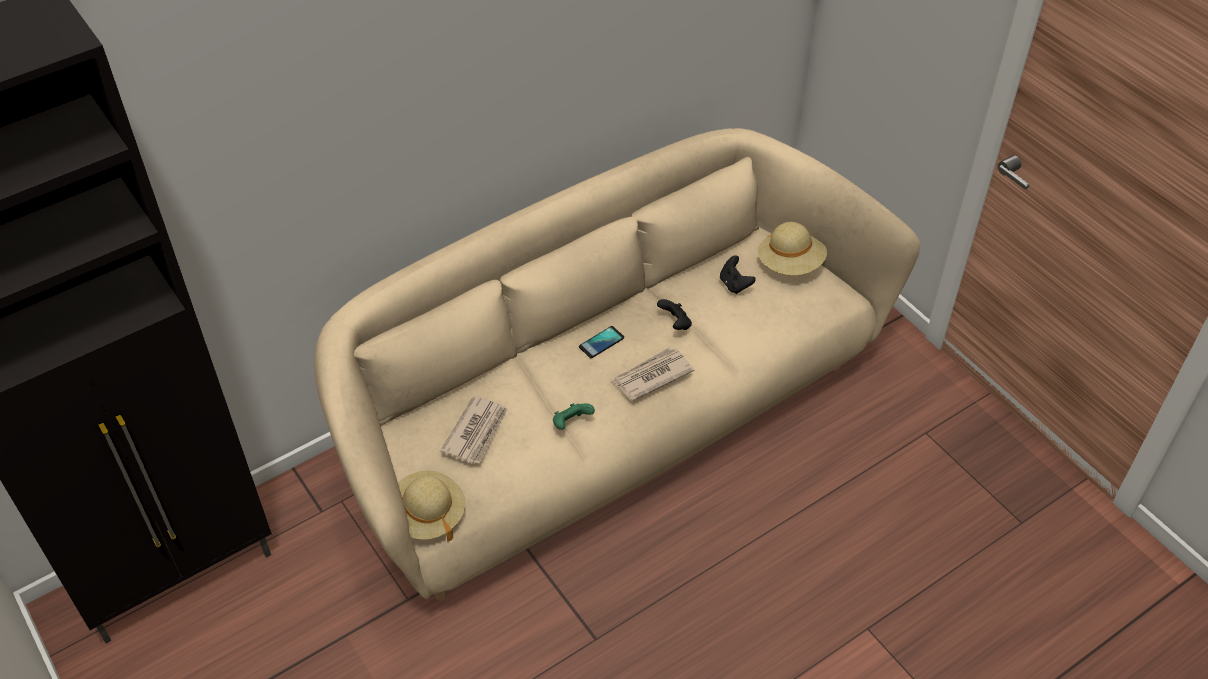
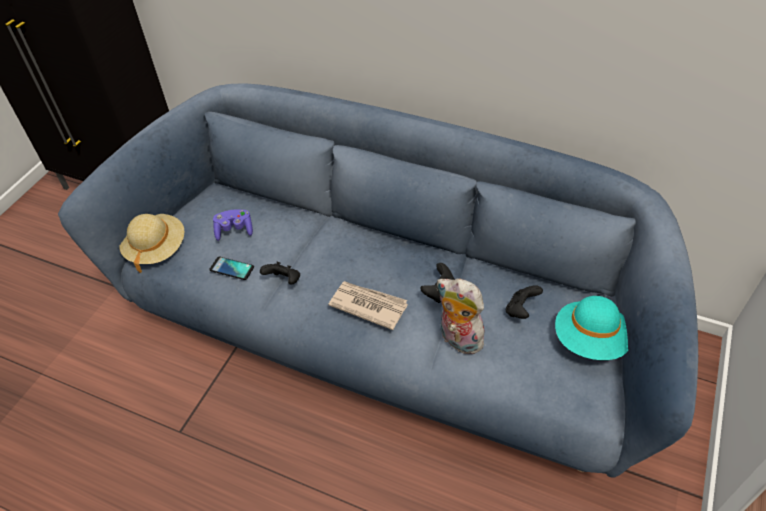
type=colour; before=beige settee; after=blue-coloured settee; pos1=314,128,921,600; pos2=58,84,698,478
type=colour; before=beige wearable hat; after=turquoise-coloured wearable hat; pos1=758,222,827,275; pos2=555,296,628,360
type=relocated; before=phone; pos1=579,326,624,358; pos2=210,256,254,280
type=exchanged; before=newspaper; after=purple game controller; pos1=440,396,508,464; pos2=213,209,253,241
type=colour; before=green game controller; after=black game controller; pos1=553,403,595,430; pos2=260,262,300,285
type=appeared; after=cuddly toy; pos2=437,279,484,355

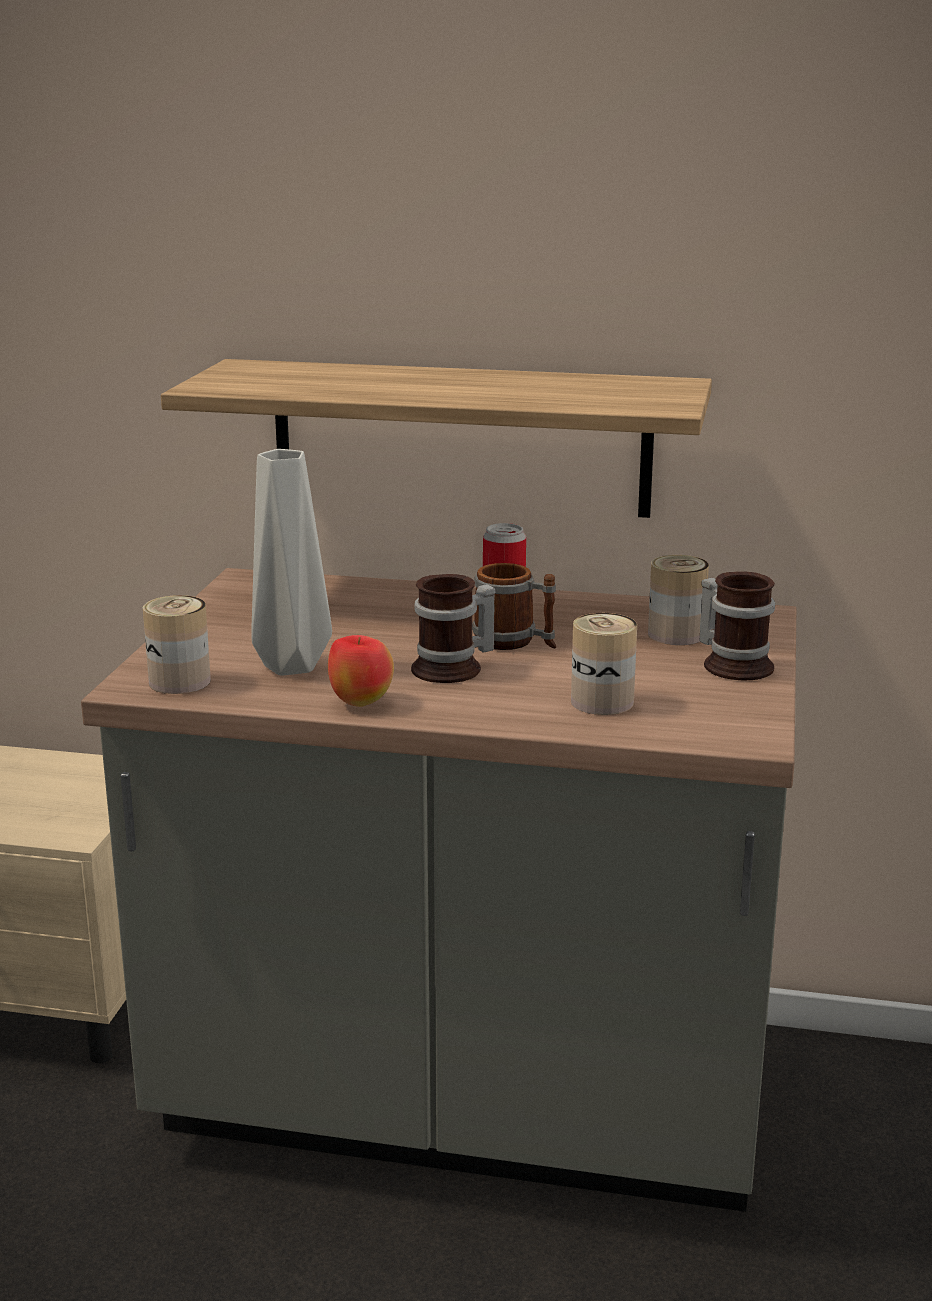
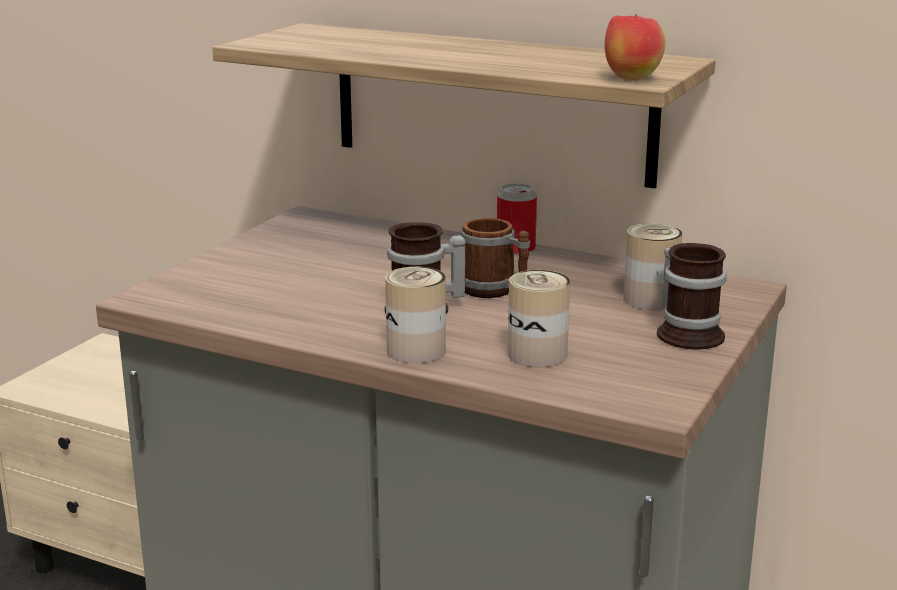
type=missing; before=gray decorative vase; pos1=251,449,332,675
type=relocated; before=metal can; pos1=143,595,211,694; pos2=385,267,446,363
type=relocated; before=apple fruit; pos1=328,635,394,707; pos2=604,14,665,81

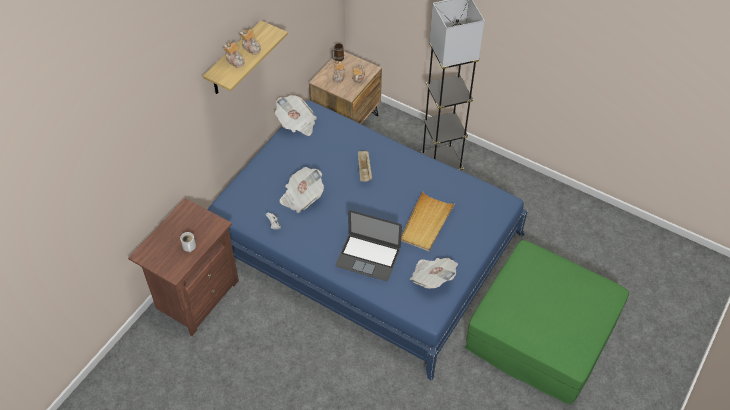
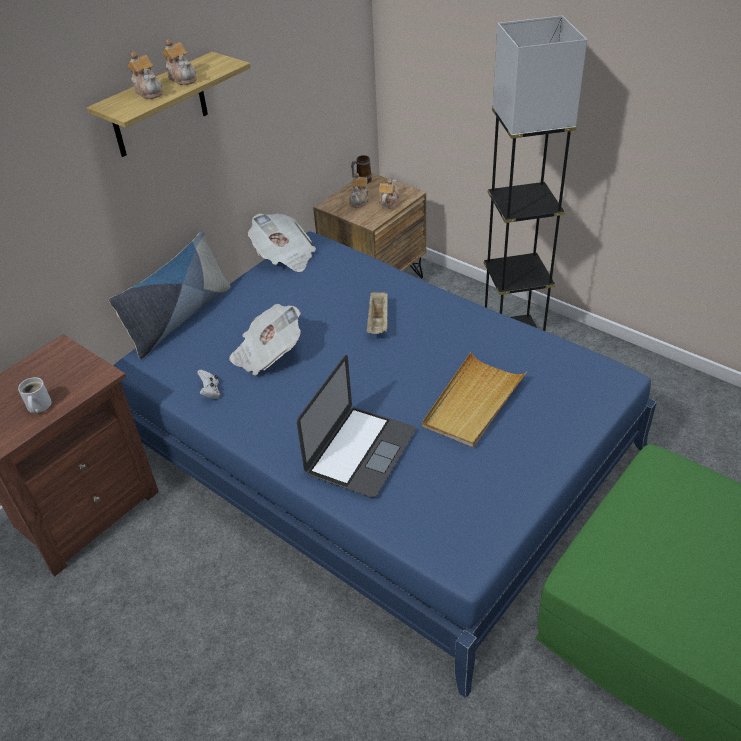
type=spun; before=notebook computer; pos1=336,210,402,281; pos2=297,355,416,498; turn=-90
type=missing; before=newspaper; pos1=410,258,458,289
type=appeared; after=cushion; pos2=109,232,230,359

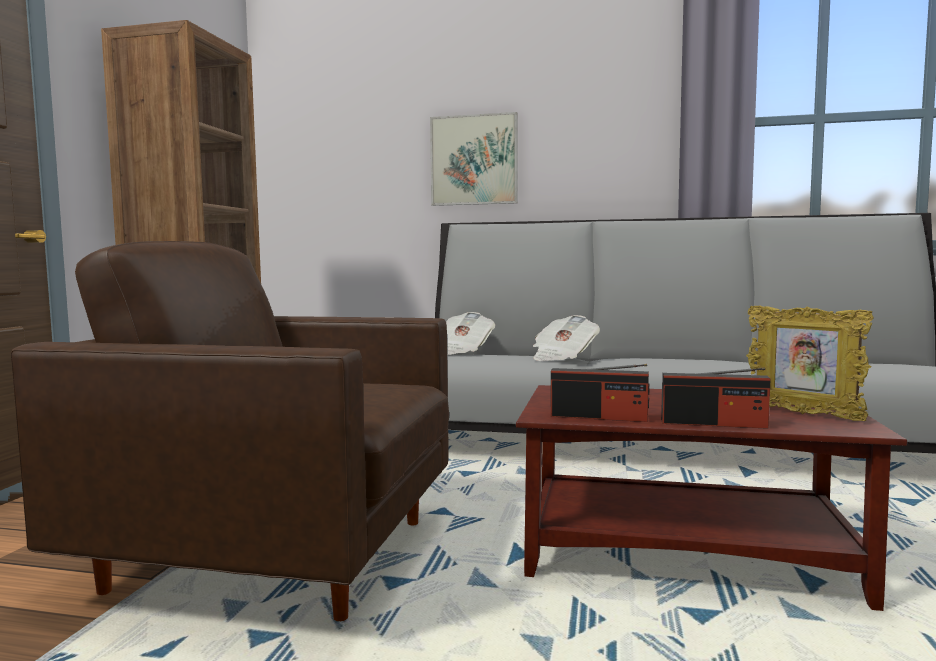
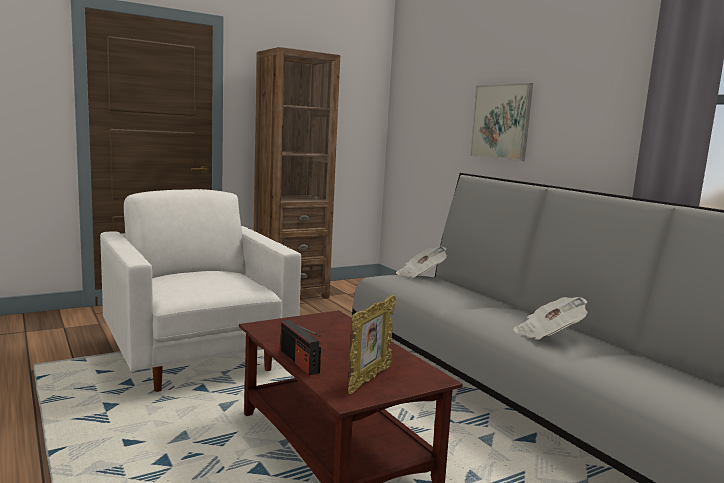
type=colour; before=brownish lounge chair; after=whitish lounge chair; pos1=11,241,449,621; pos2=100,189,301,392
type=spun; before=photo frame; pos1=746,306,874,421; pos2=348,295,396,394; turn=-150
type=relocated; before=newspaper; pos1=533,315,600,361; pos2=513,297,588,339
type=missing; before=radio receiver; pos1=551,364,649,422

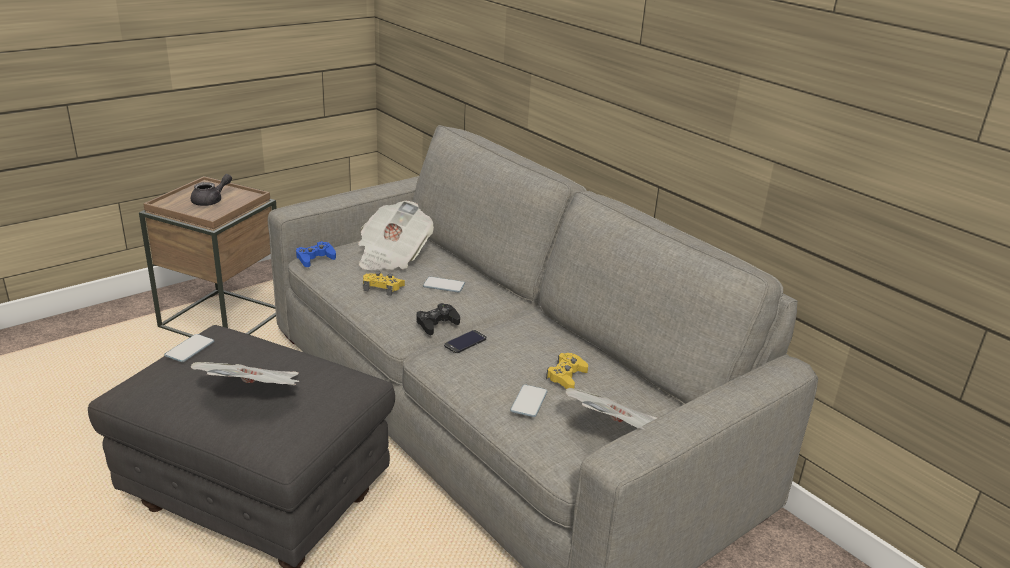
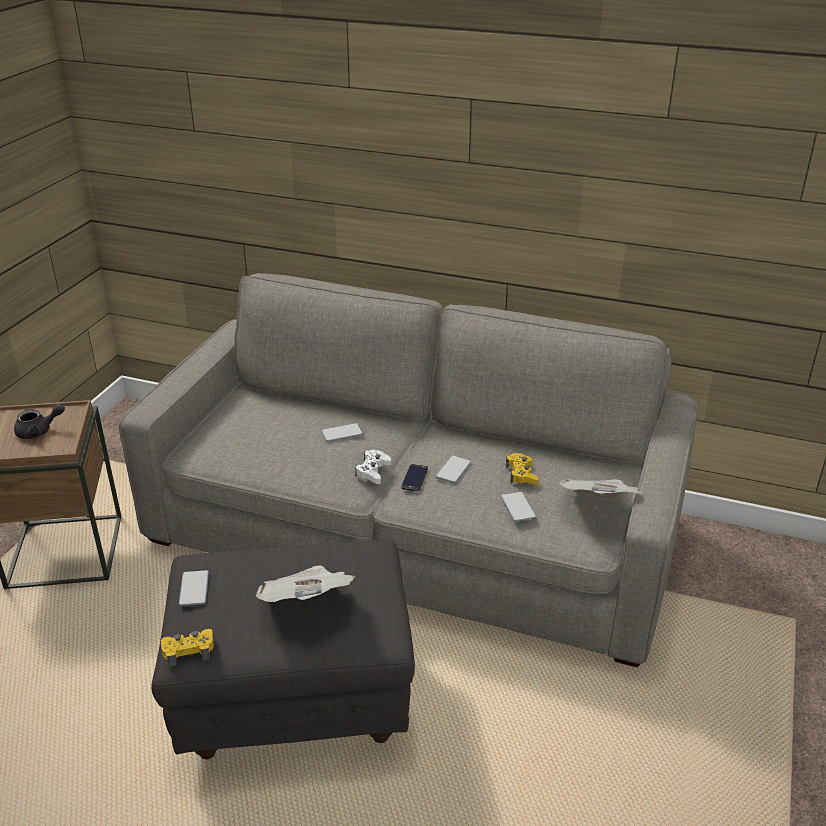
type=spun; before=gray tea pot; pos1=191,174,232,206; pos2=14,404,65,439; turn=60
type=missing; before=newspaper; pos1=358,201,434,270
type=missing; before=blue-coloured game controller; pos1=296,241,336,267
type=relocated; before=yellow game controller; pos1=363,271,405,296; pos2=161,629,214,667
type=colour; before=black game controller; after=whitish game controller; pos1=416,303,460,335; pos2=355,450,391,484
type=appeared; after=phone; pos2=436,455,471,483

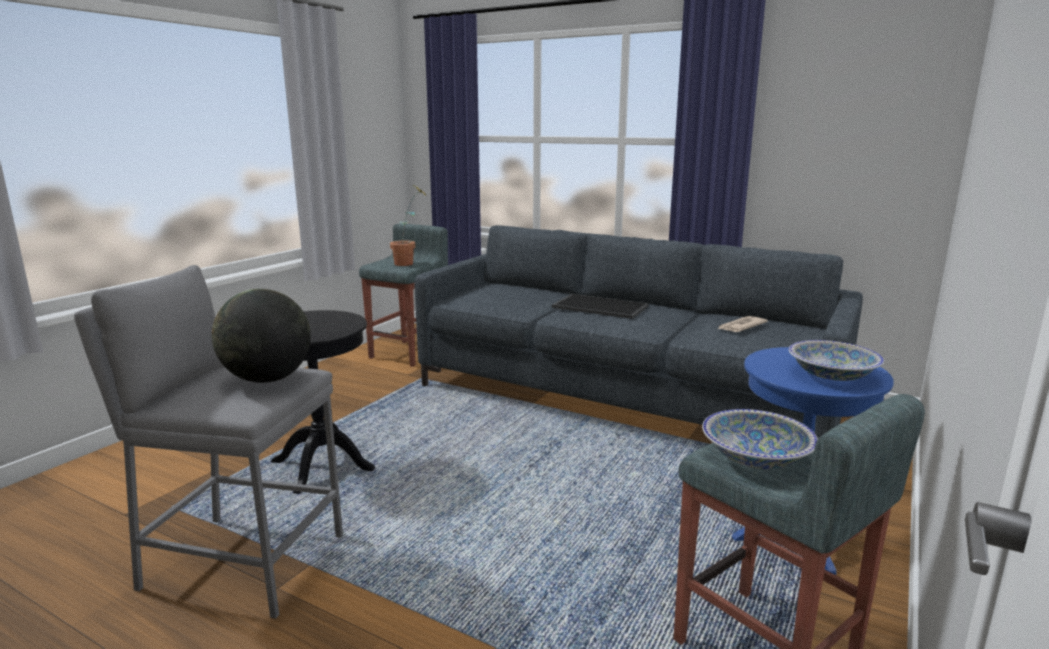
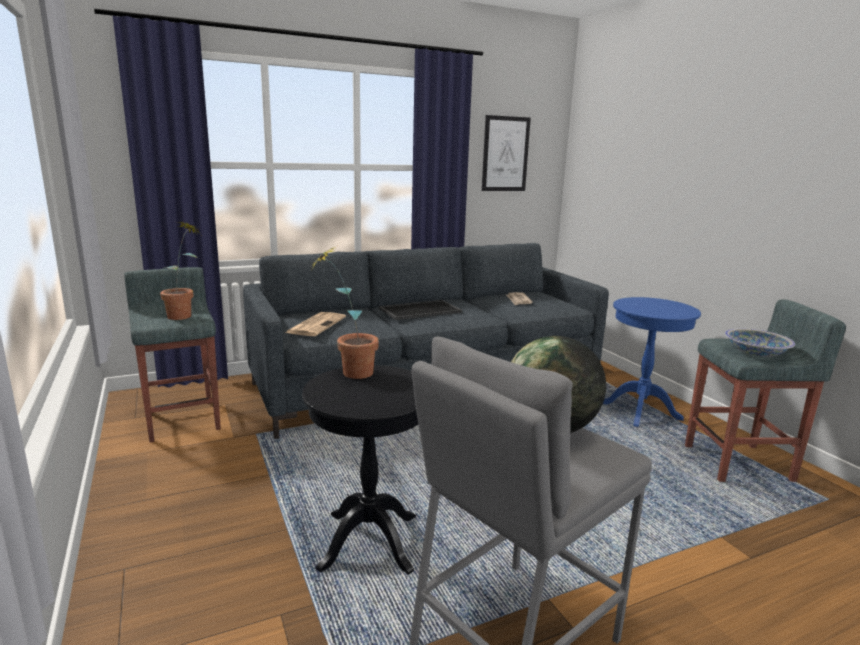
type=missing; before=deep dish; pos1=789,340,884,381
type=appeared; after=picture; pos2=482,115,531,191
type=appeared; after=potted plant; pos2=312,247,379,379
type=appeared; after=newspaper; pos2=285,312,346,336

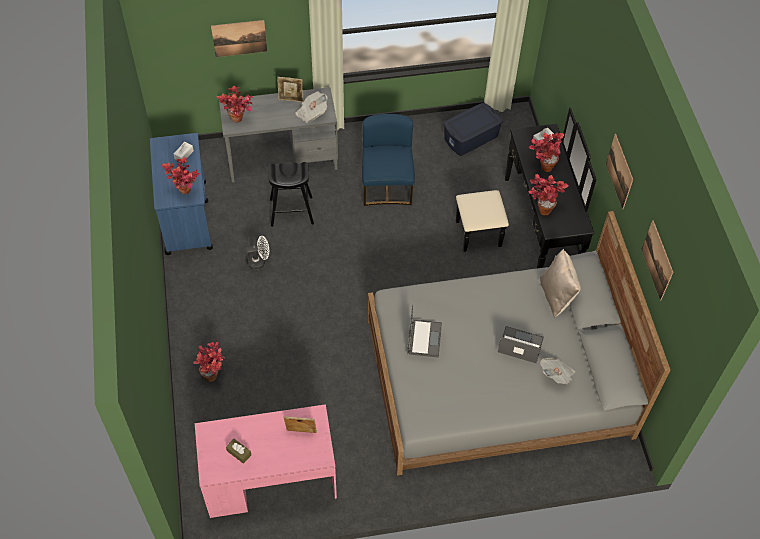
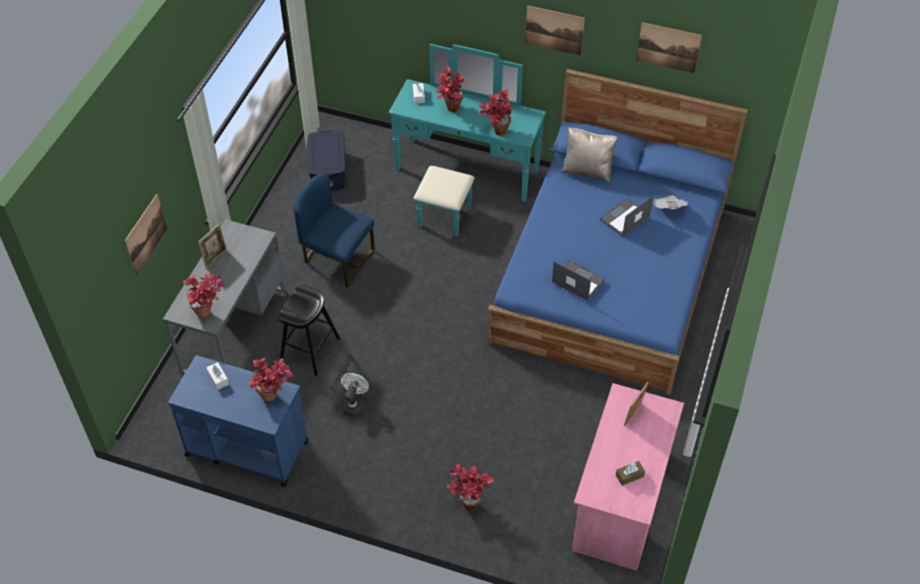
type=missing; before=newspaper; pos1=296,92,328,123
type=colour; before=black dresser; after=turquoise-coloured dresser; pos1=456,108,597,268; pos2=389,44,546,237
type=colour; before=gray bedroom bed; after=blue-coloured bedroom bed; pos1=368,211,670,476; pos2=487,69,748,395

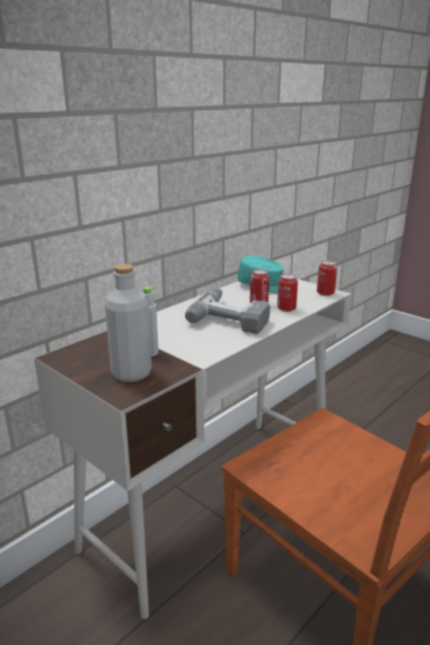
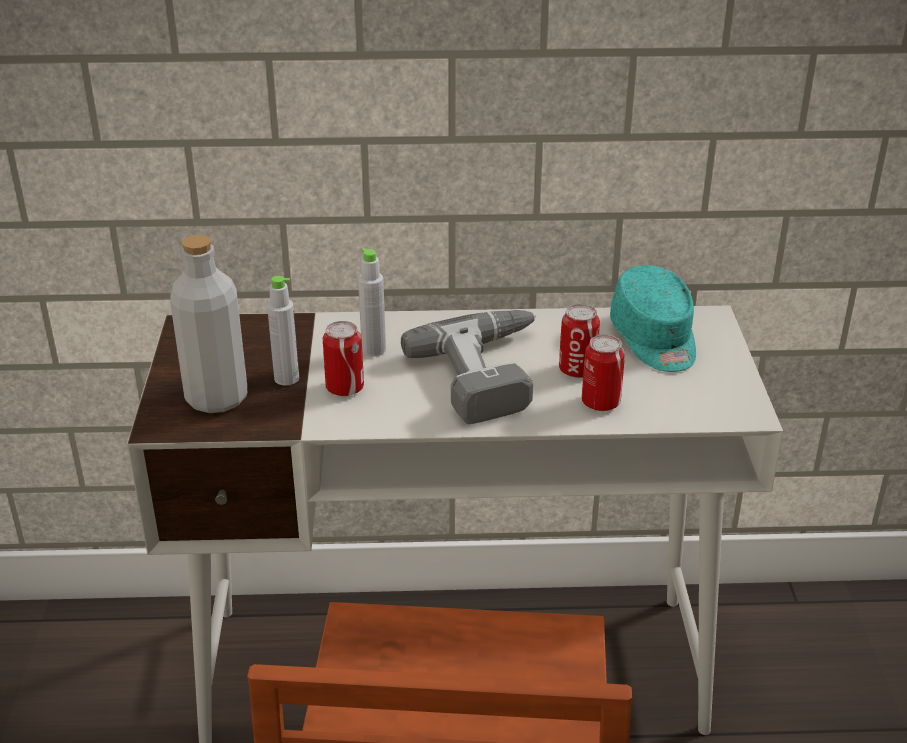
type=relocated; before=metal can; pos1=317,260,337,296; pos2=323,321,364,396
type=appeared; after=gray beverage bottle; pos2=358,248,386,357

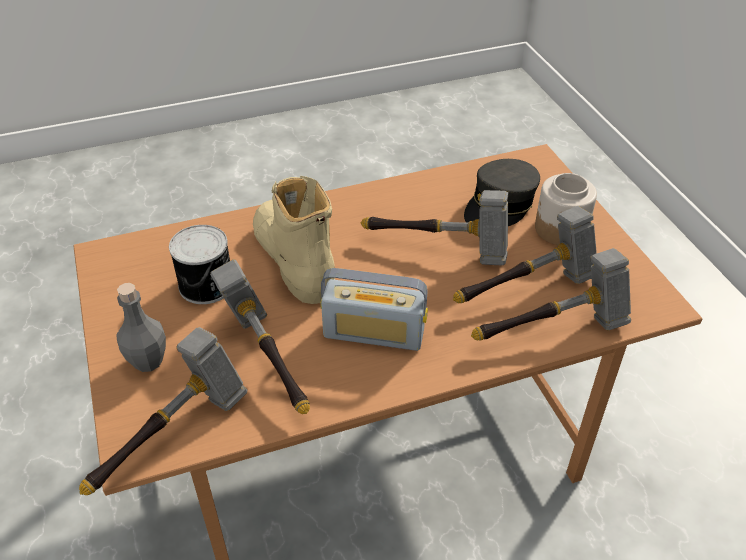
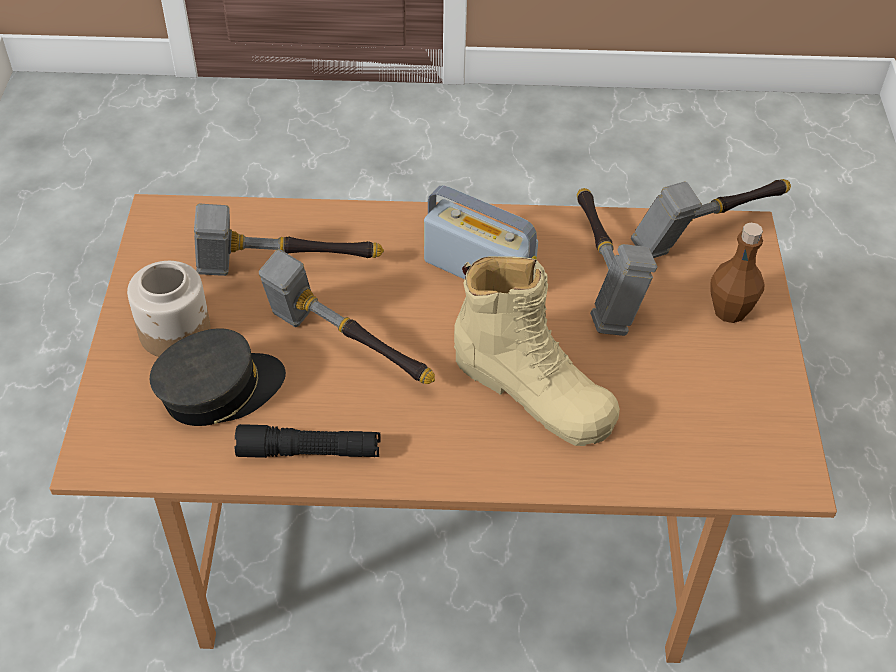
type=spun; before=beige high-top boot; pos1=253,176,335,304; pos2=454,256,620,446; turn=-45
type=missing; before=metal can; pos1=169,225,230,304
type=missing; before=tool hammer; pos1=471,248,631,341
type=colour; before=gray beverage bottle; after=brownish beverage bottle; pos1=116,283,166,372; pos2=711,223,765,323
type=appeared; after=black hand torch; pos2=234,424,381,458

